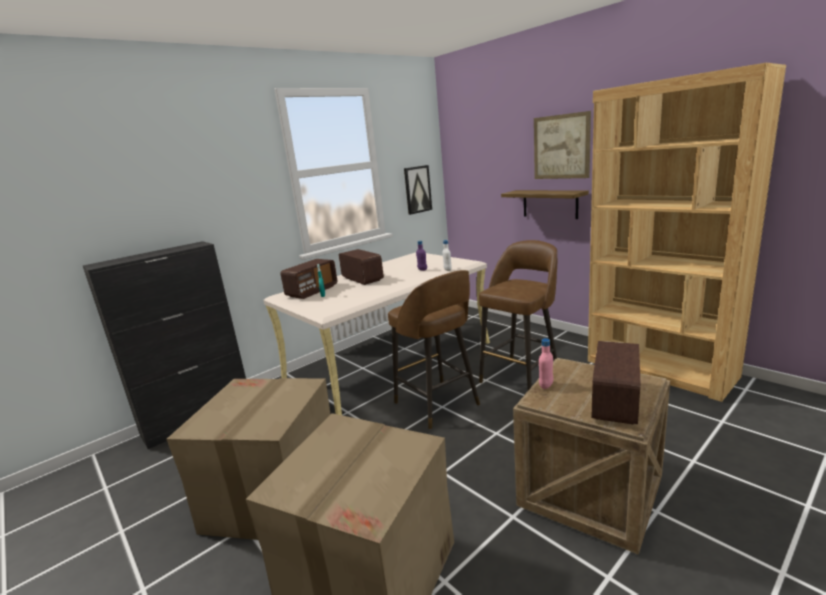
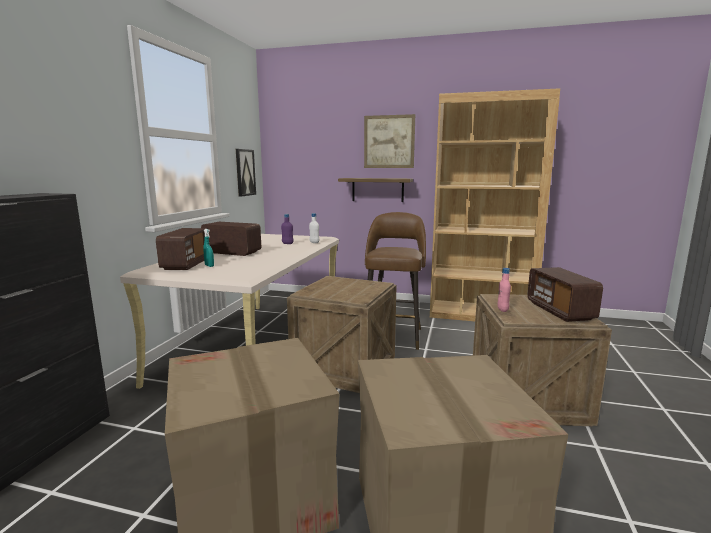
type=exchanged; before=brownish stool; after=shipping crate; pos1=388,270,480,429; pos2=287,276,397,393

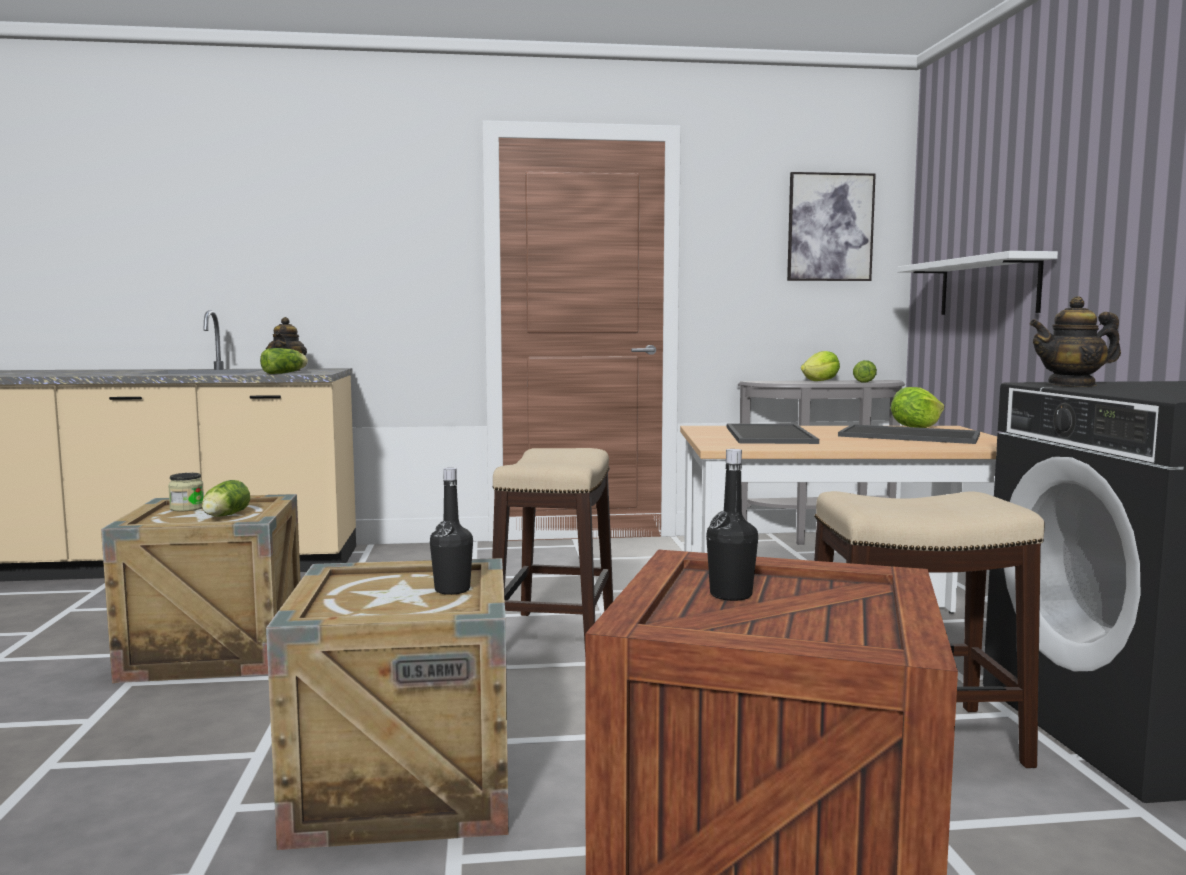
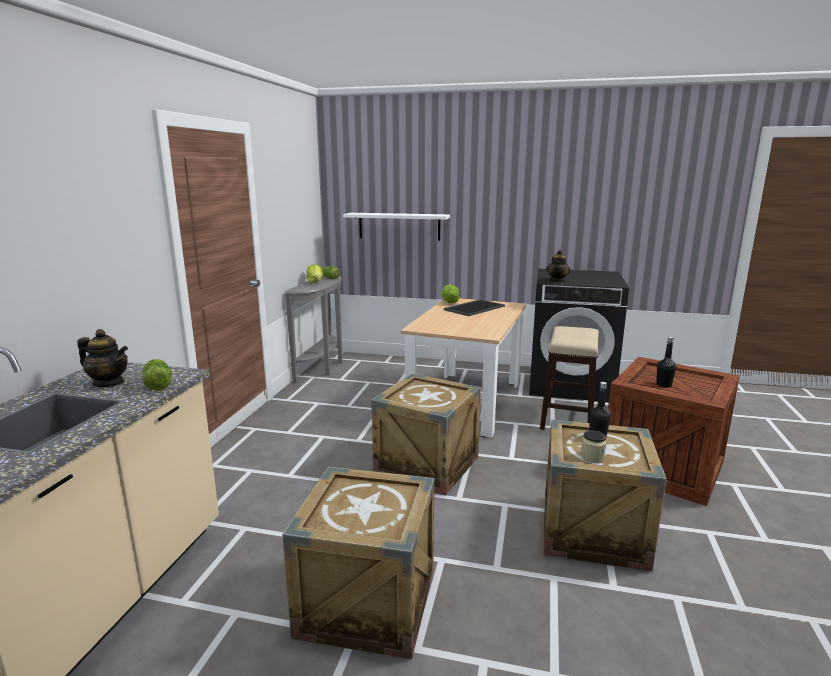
type=missing; before=picture; pos1=787,172,876,281
type=missing; before=tray; pos1=727,424,819,444
type=exchanged; before=stool; after=shipping crate; pos1=492,448,613,642; pos2=371,374,481,496
type=relocated; before=storage jar; pos1=168,473,204,511; pos2=581,431,607,463
type=missing; before=lettuce head; pos1=202,480,250,517

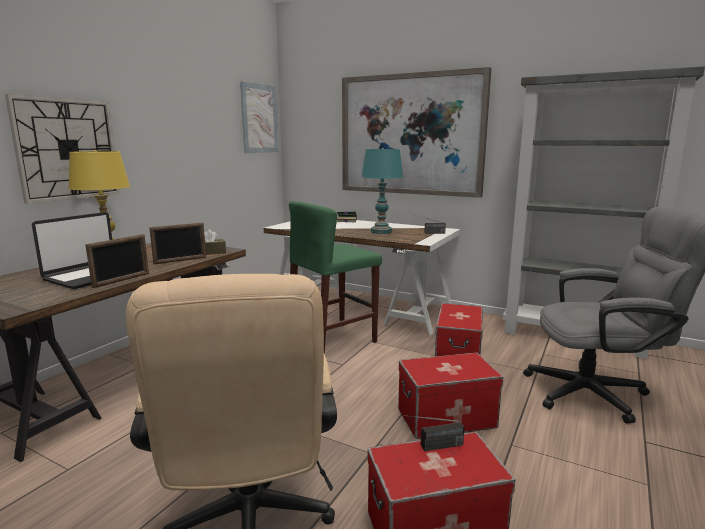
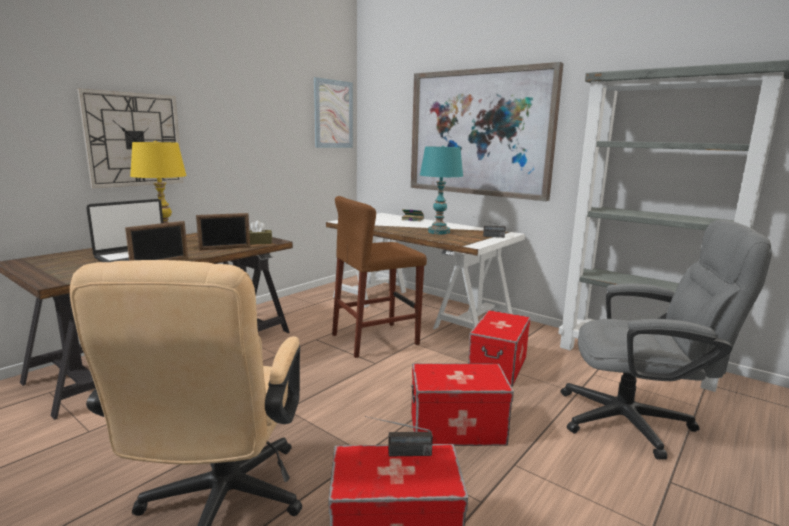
type=colour; before=green stool; after=brownish stool; pos1=289,201,382,354; pos2=332,196,427,358

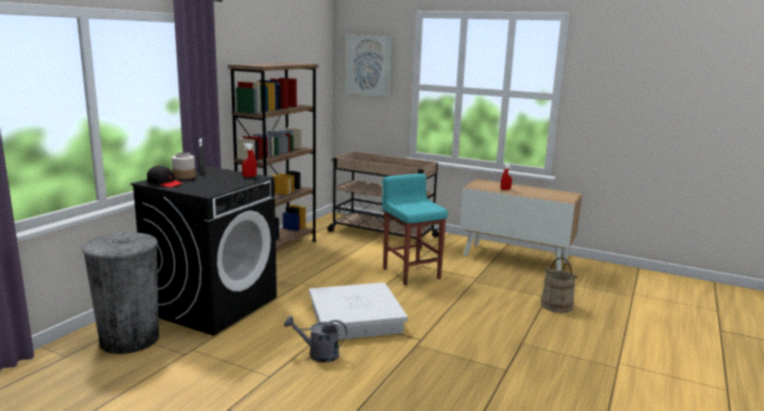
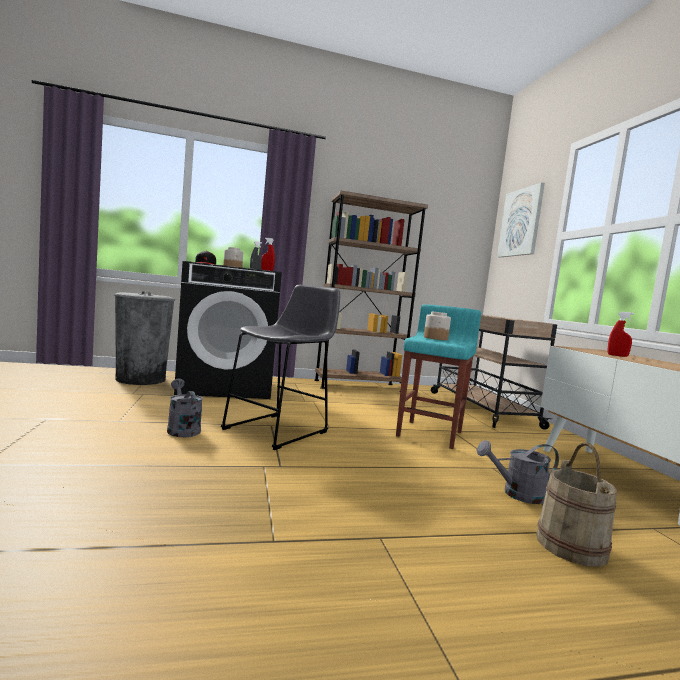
type=exchanged; before=whitish storage box; after=gray stool; pos1=309,282,408,340; pos2=221,285,340,450
type=appeared; after=storage jar; pos2=424,312,451,340
type=appeared; after=gray sprinkling can; pos2=477,440,559,504

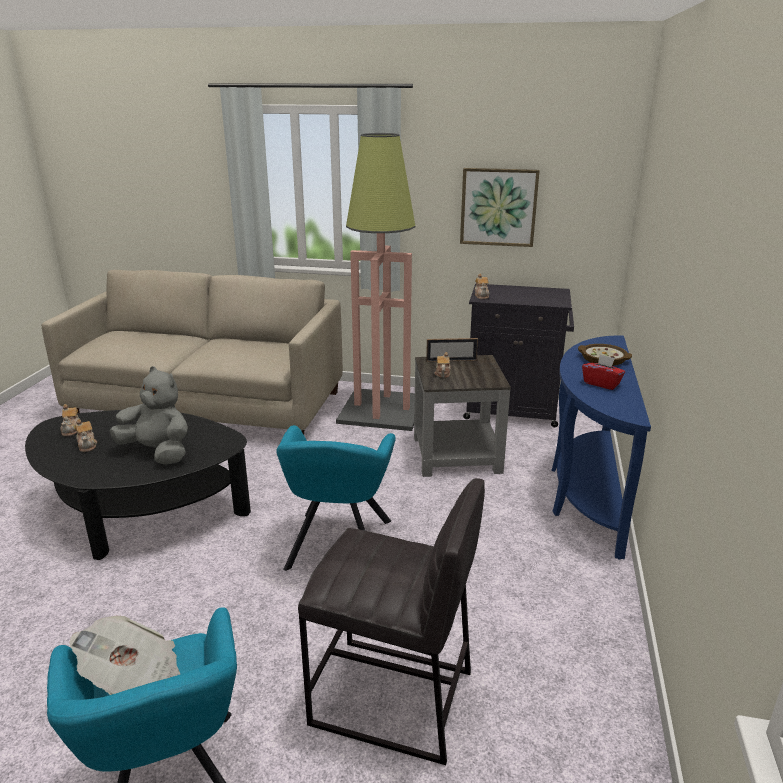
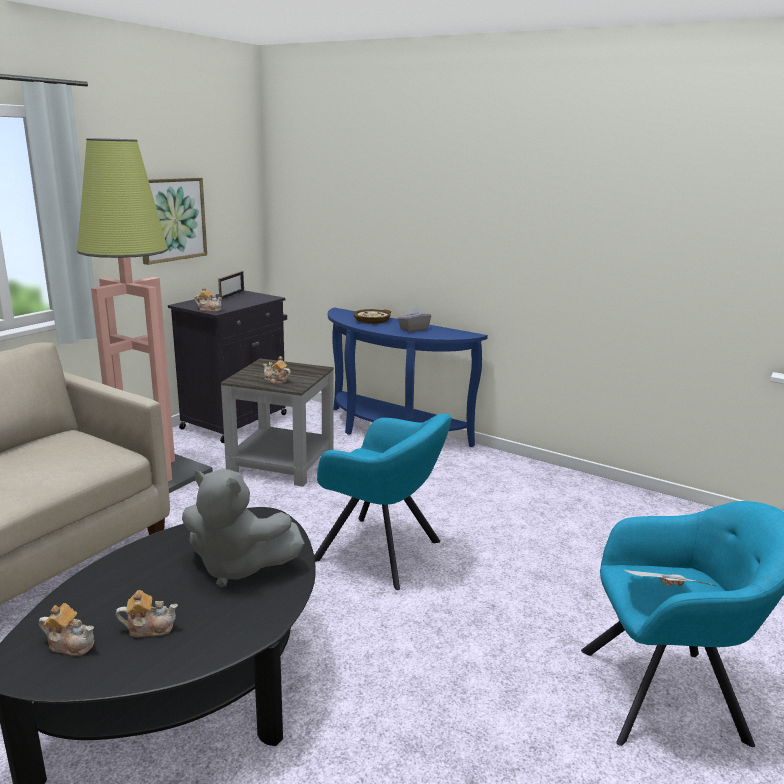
type=relocated; before=photo frame; pos1=426,338,478,362; pos2=218,271,244,301
type=colour; before=red-coloured tissue holder; after=gray tissue holder; pos1=582,354,625,390; pos2=398,306,431,332
type=spun; before=gray cuddly toy; pos1=109,366,188,465; pos2=182,469,305,587; turn=-120
type=missing; before=gray stool; pos1=298,478,485,765

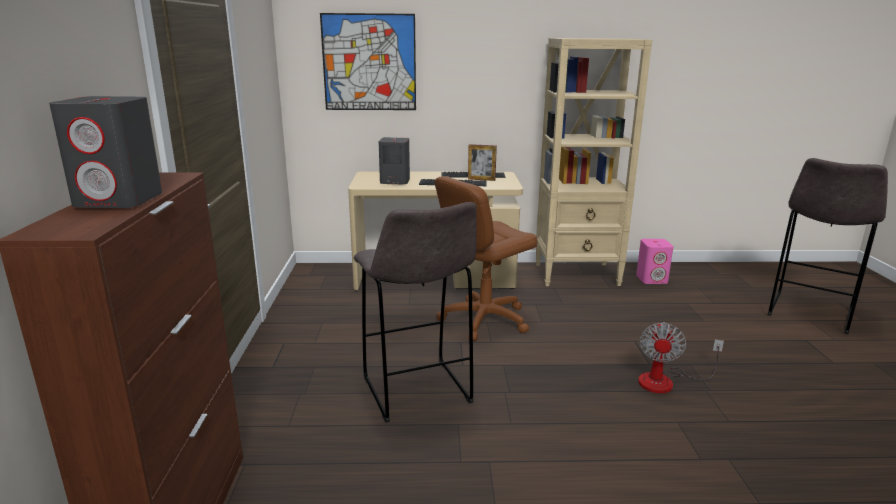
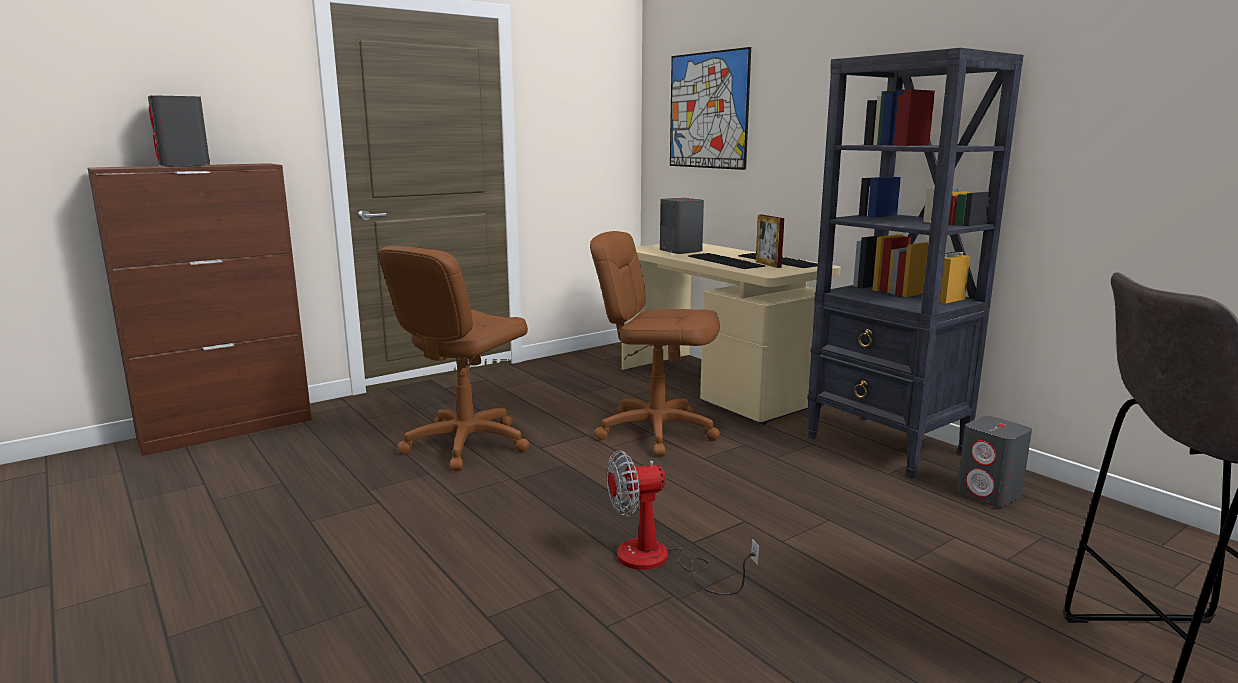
type=colour; before=beige bookcase; after=black bookcase; pos1=536,38,652,286; pos2=807,48,1024,479
type=exchanged; before=gray stool; after=brownish computer chair; pos1=354,202,477,423; pos2=378,246,530,470
type=colour; before=pink-coloured audio speaker; after=gray audio speaker; pos1=636,239,673,284; pos2=957,416,1032,508

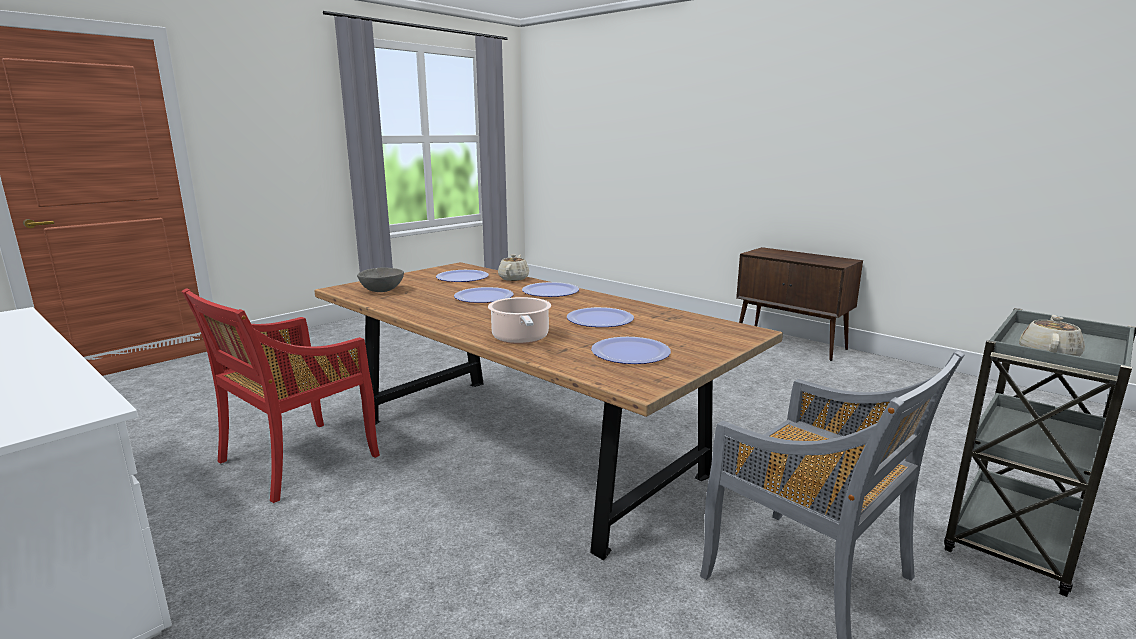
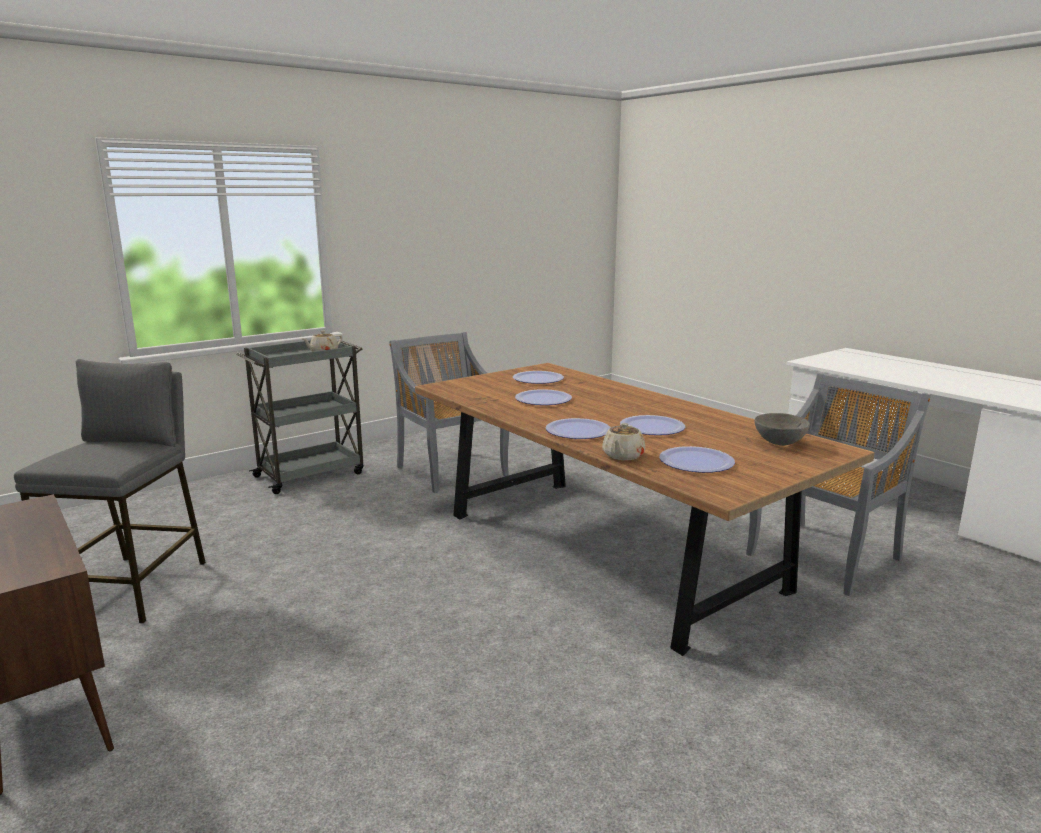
type=colour; before=red-coloured chair; after=gray chair; pos1=181,289,380,503; pos2=746,373,931,596
type=missing; before=cooking pot; pos1=488,297,551,344
type=appeared; after=gray stool; pos2=14,359,206,623

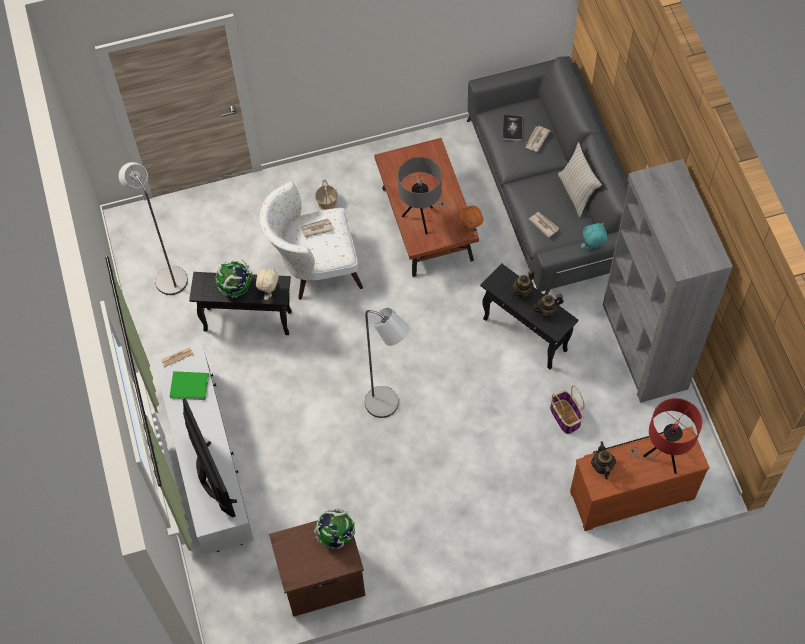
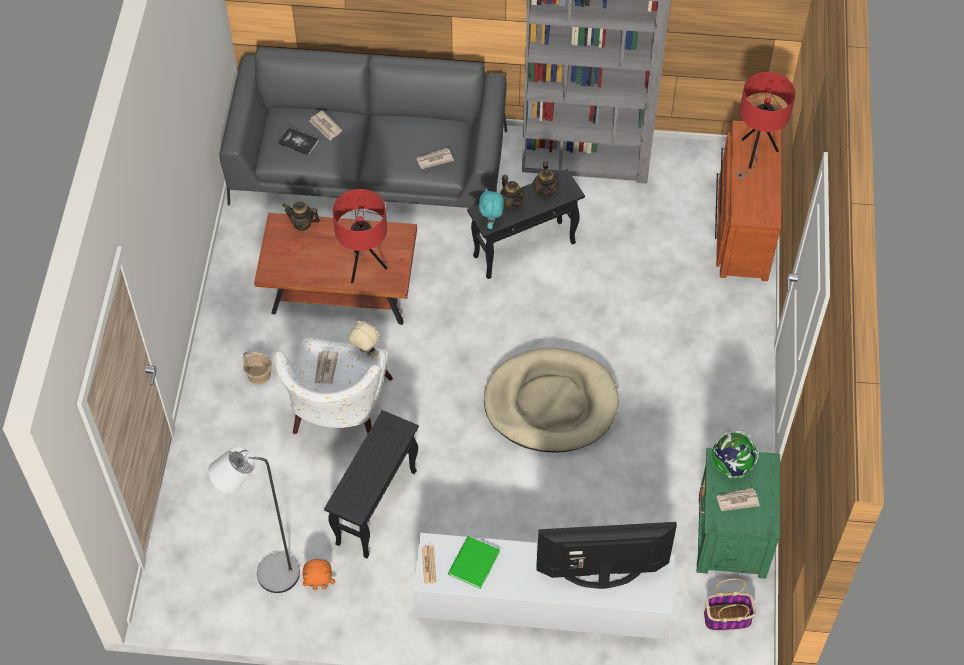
type=missing; before=beige cushion; pos1=558,142,602,218
type=colour; before=gray tabletop lamp; after=red-coloured tabletop lamp; pos1=398,157,446,234; pos2=333,189,387,283
type=relocated; before=orangey cuddly toy; pos1=460,206,484,236; pos2=302,559,335,590
type=relocated; before=turquoise-coloured cuddly toy; pos1=581,223,607,250; pos2=479,188,504,229
type=missing; before=world globe; pos1=215,260,253,298
type=relocated; before=beige cuddly toy; pos1=256,268,279,300; pos2=349,320,379,356
type=exchanged; before=gray standard lamp; after=beige dog bed; pos1=365,307,409,418; pos2=484,348,619,453
type=relocated; before=storage basket; pos1=550,386,584,434; pos2=704,579,756,631
type=relocated; before=tea pot; pos1=591,441,616,480; pos2=282,201,320,231
type=colour; before=brownish night table; after=green night table; pos1=269,520,365,617; pos2=697,448,780,579
type=appeared; after=newspaper; pos2=716,488,759,511

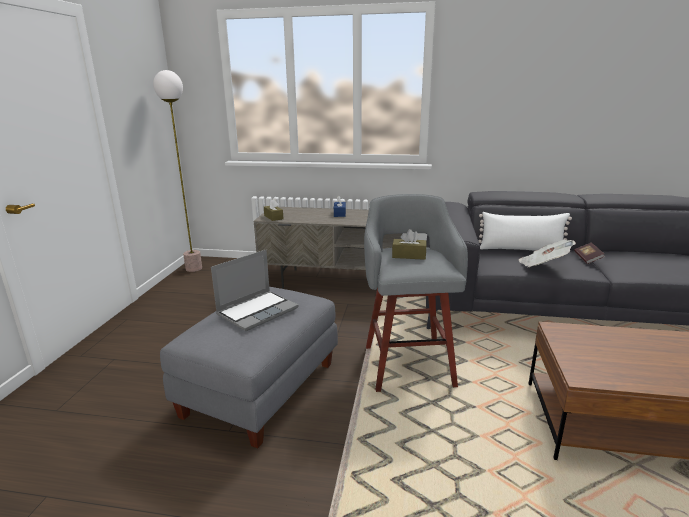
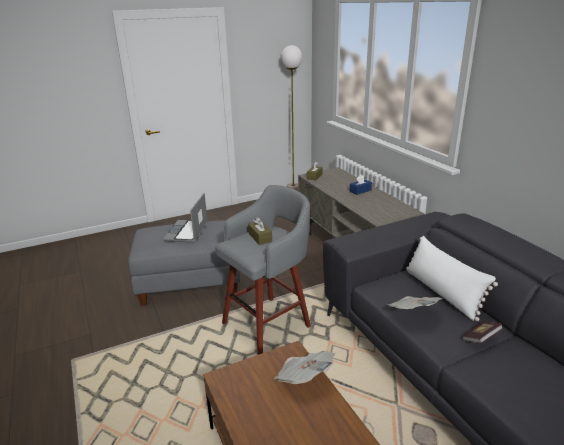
type=spun; before=notebook computer; pos1=211,250,298,331; pos2=163,193,208,243; turn=90
type=appeared; after=newspaper; pos2=274,351,335,384

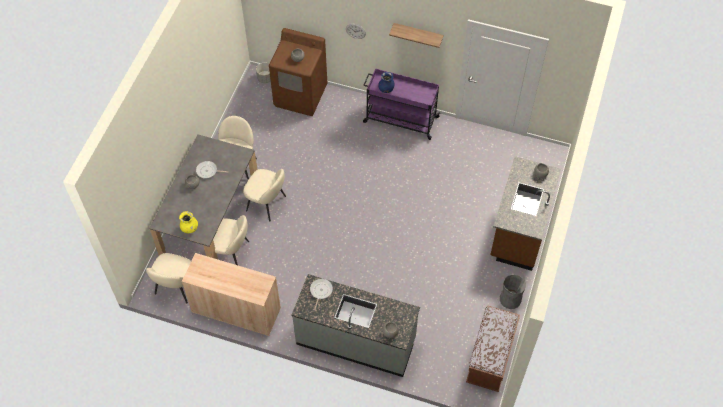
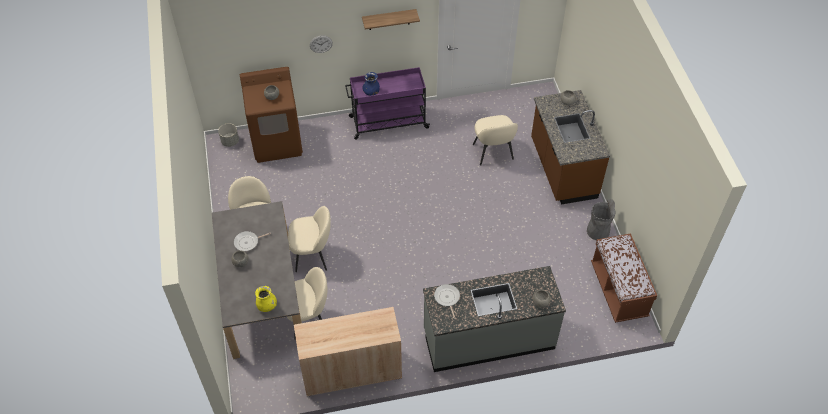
type=relocated; before=beige chair; pos1=146,253,191,304; pos2=473,115,518,165

